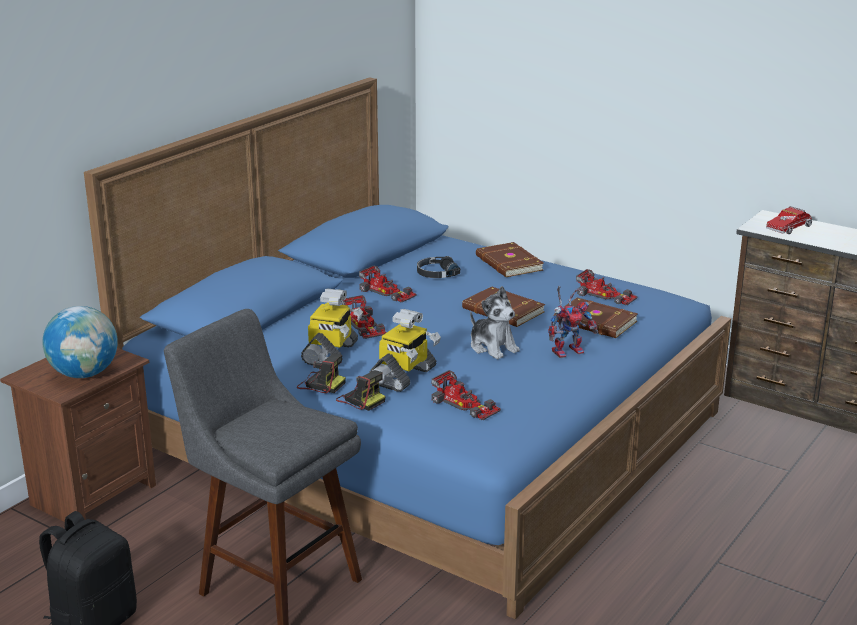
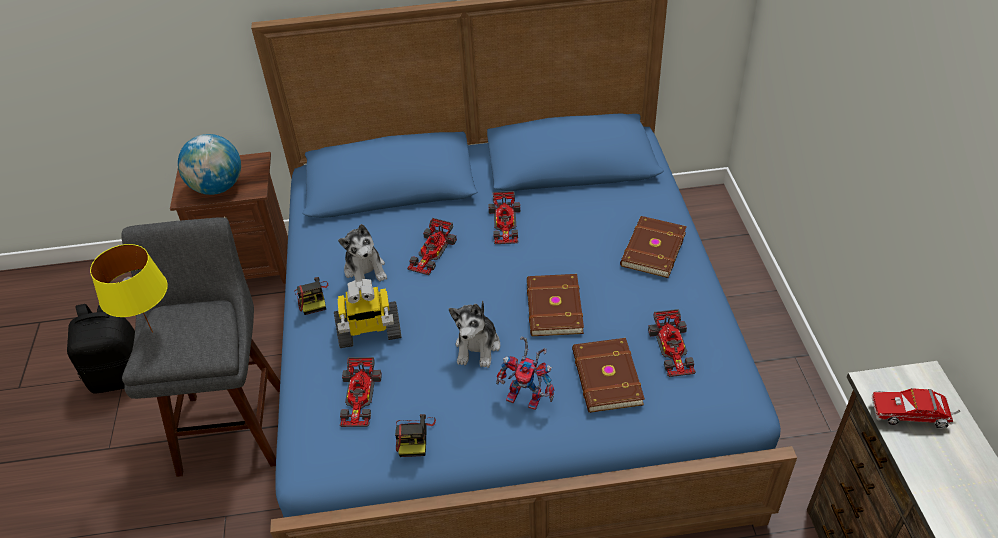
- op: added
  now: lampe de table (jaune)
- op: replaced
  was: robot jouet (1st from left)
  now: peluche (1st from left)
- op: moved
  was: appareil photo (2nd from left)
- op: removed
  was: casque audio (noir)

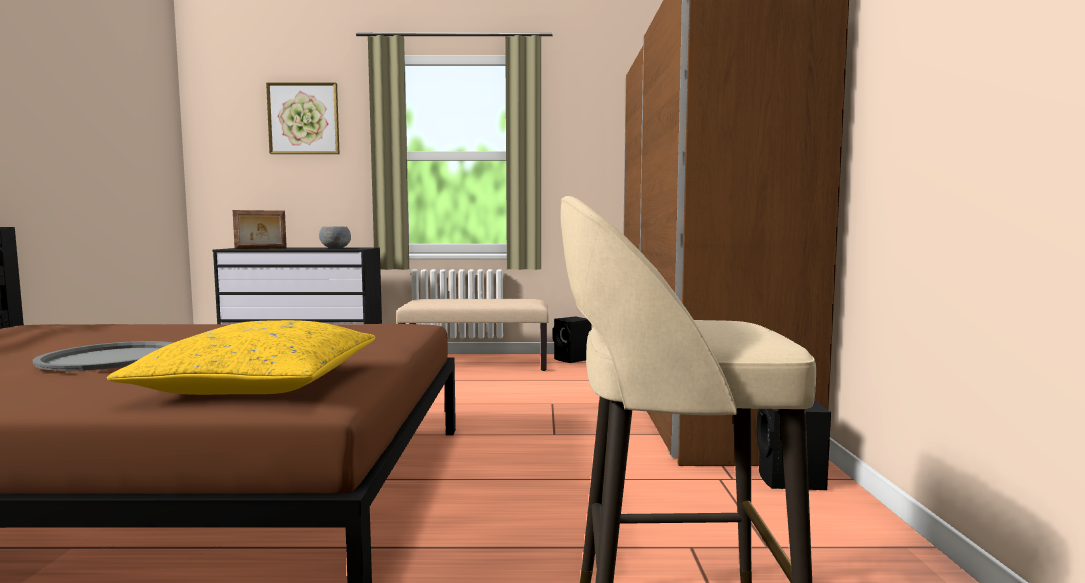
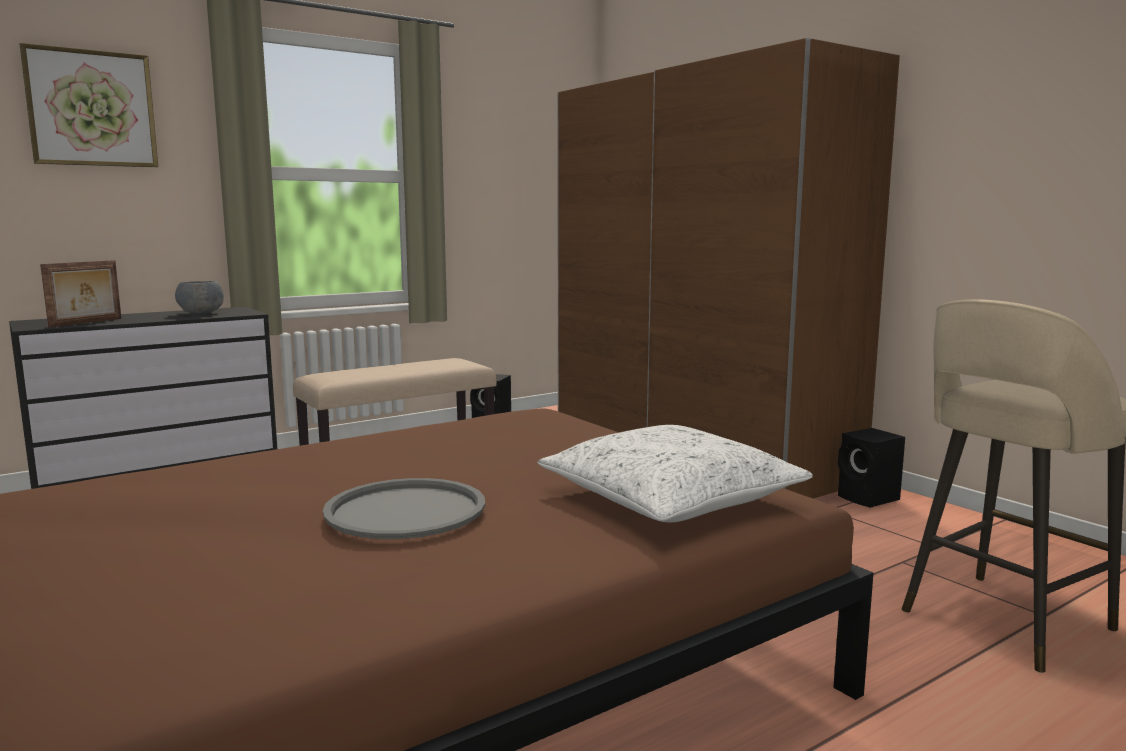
- op: recoloured
  was: coussin (jaune)
  now: coussin (blanc)

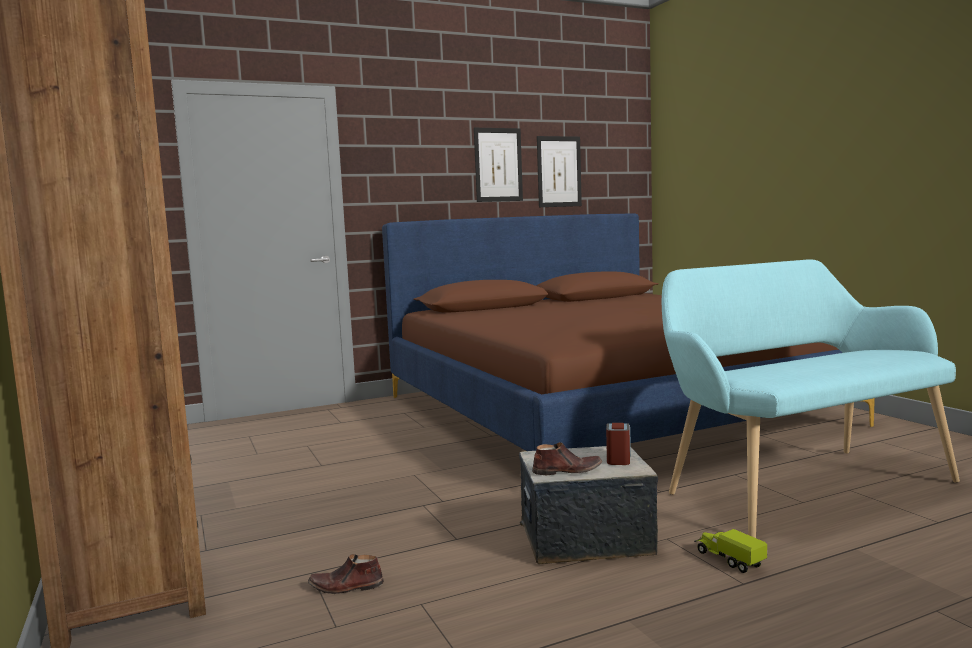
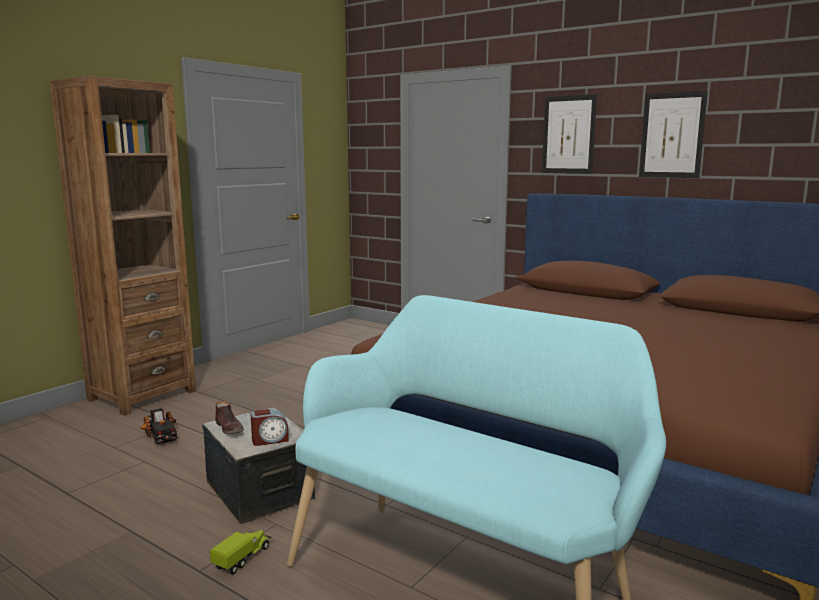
- op: replaced
  was: chaussure (marron) (1st from left)
  now: camion jouet (1st from left)
- op: moved
  was: tableau (2nd from left in the first image)
  now: tableau (1st from left)

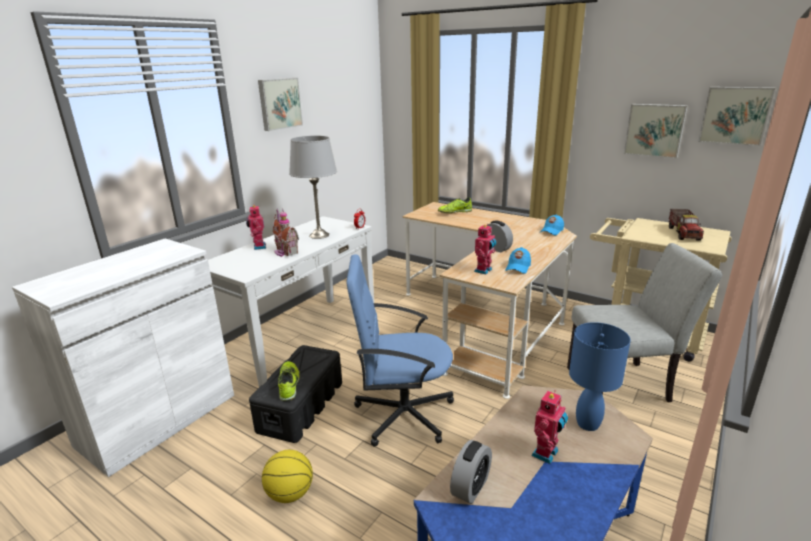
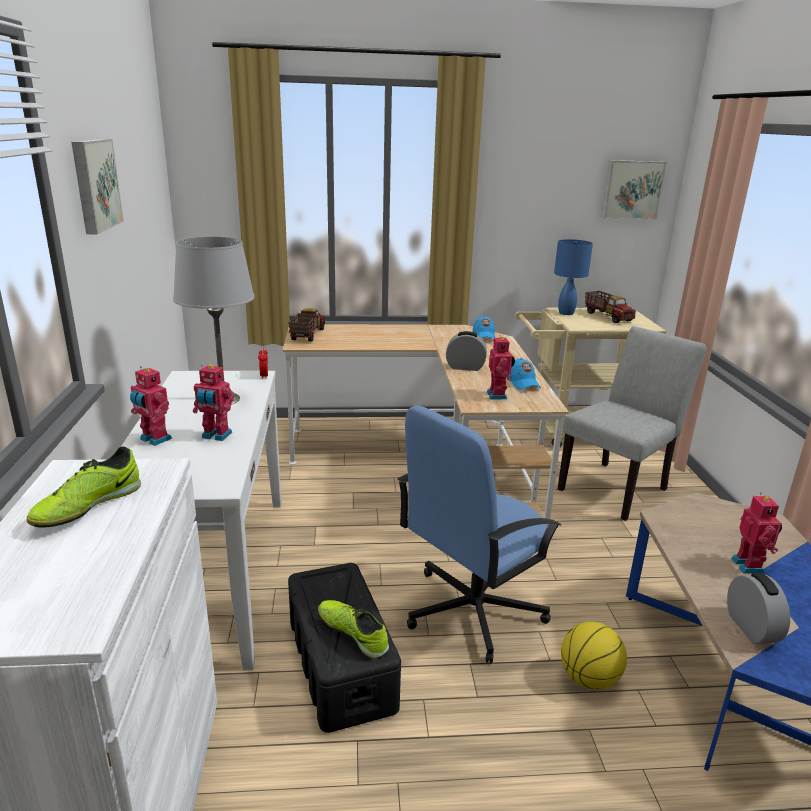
- op: moved
  was: chaussure (2nd from left in the first image)
  now: chaussure (1st from left)
- op: replaced
  was: maison miniature
  now: robot jouet (2nd from left)
- op: added
  now: camion jouet (1st from left)
- op: moved
  was: lampe de table (bleu)
- op: moved
  was: ballon de basket
- op: removed
  was: tableau (2nd from left)

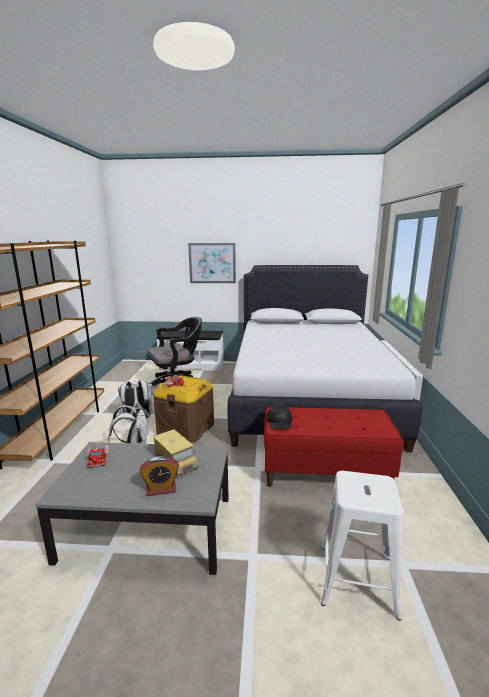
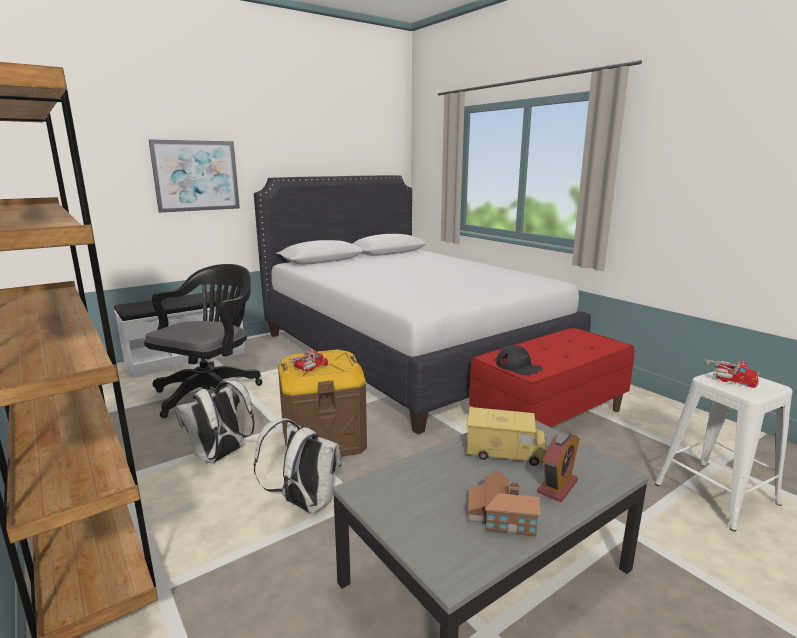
- op: added
  now: maison miniature
- op: moved
  was: camion jouet (1st from left in the first image)
  now: camion jouet (3rd from left)

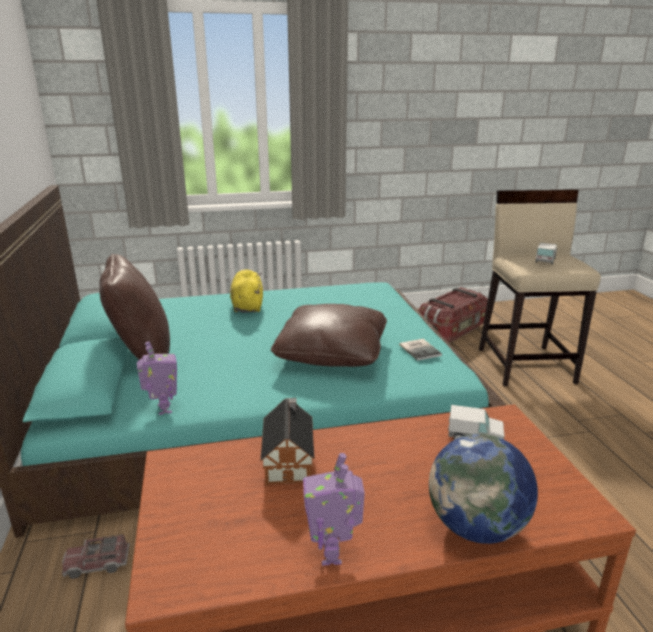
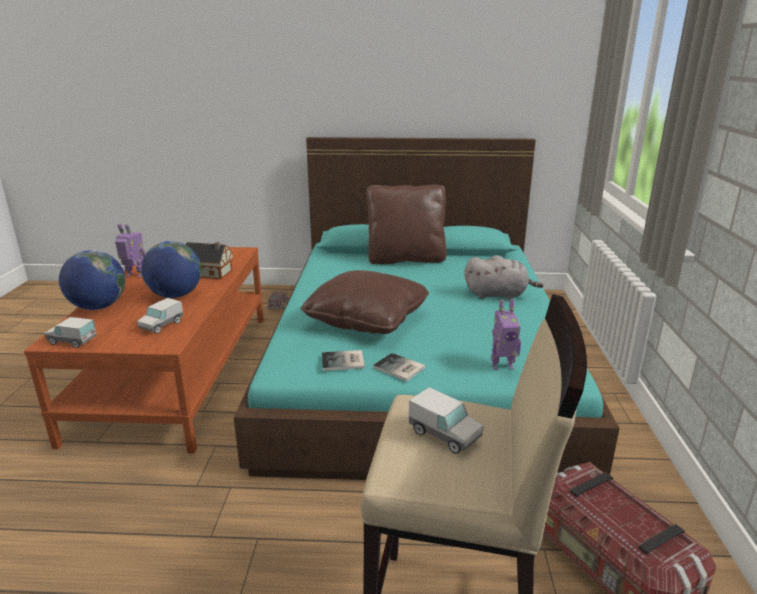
- op: added
  now: camion jouet (1st from left)
- op: added
  now: globe (2nd from left)
- op: added
  now: livre (2nd from left)
- op: recoloured
  was: peluche (jaune)
  now: peluche (gris)
- op: moved
  was: robot jouet (1st from left in the first image)
  now: robot jouet (2nd from left)

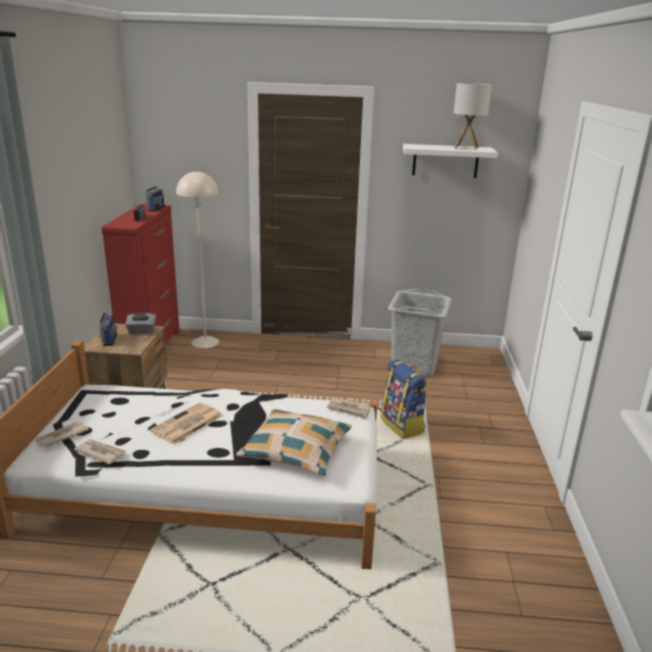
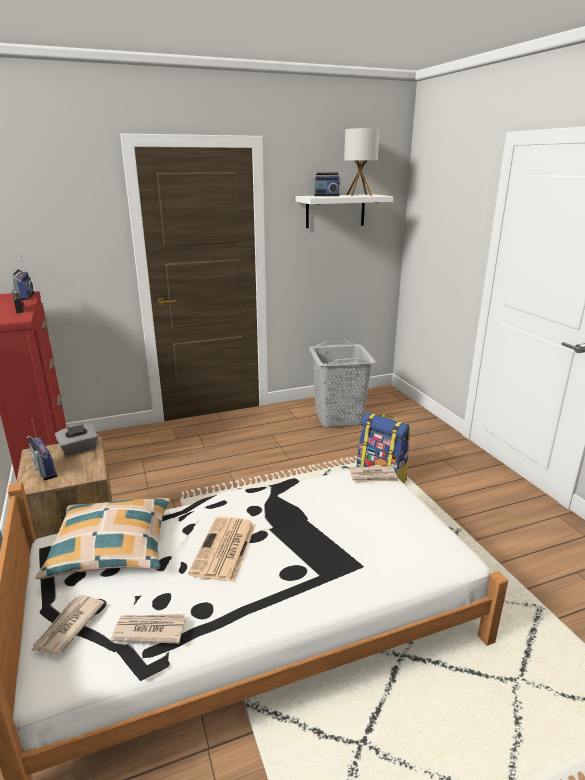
- op: moved
  was: coussin
- op: added
  now: radio (4th from left)
- op: removed
  was: lampadaire (beige)

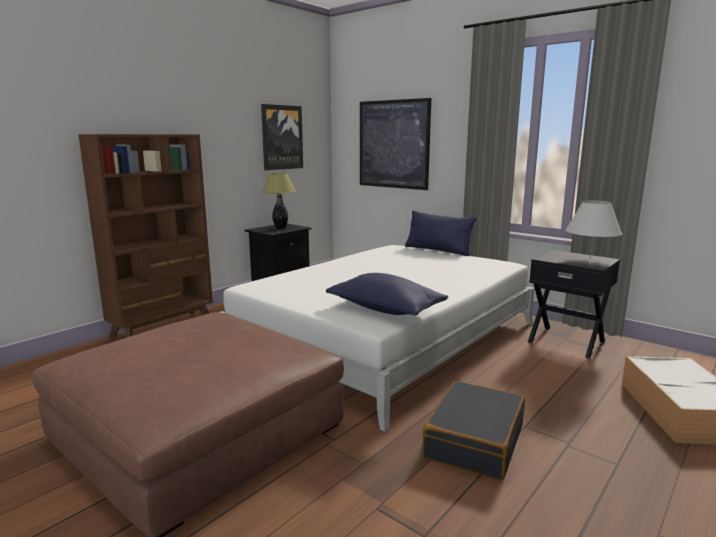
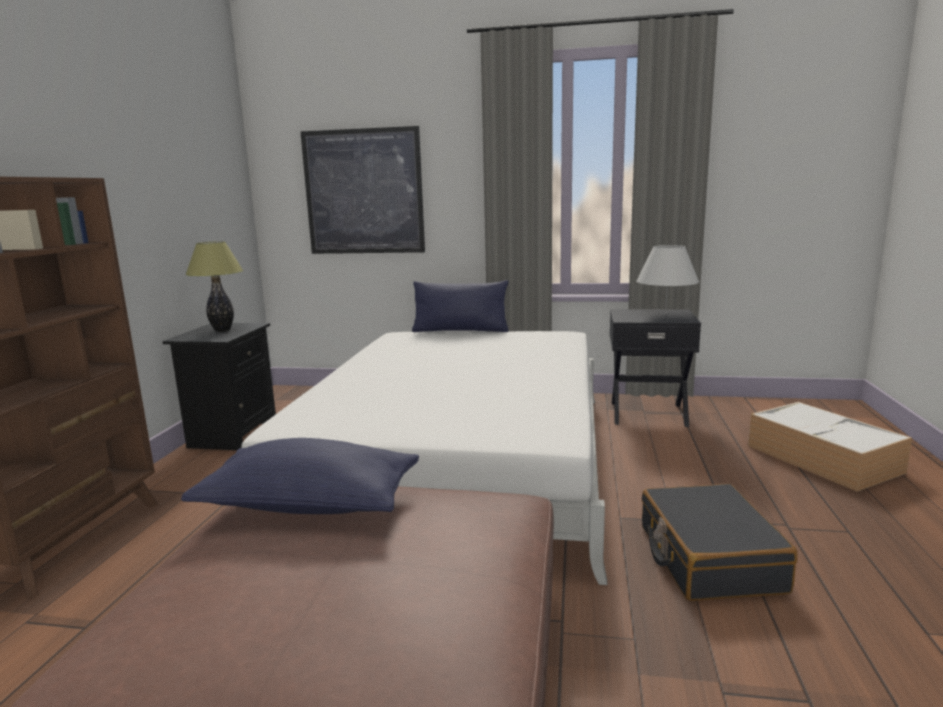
- op: moved
  was: coussin (bleu) (1st from left)
- op: removed
  was: tableau (1st from left)

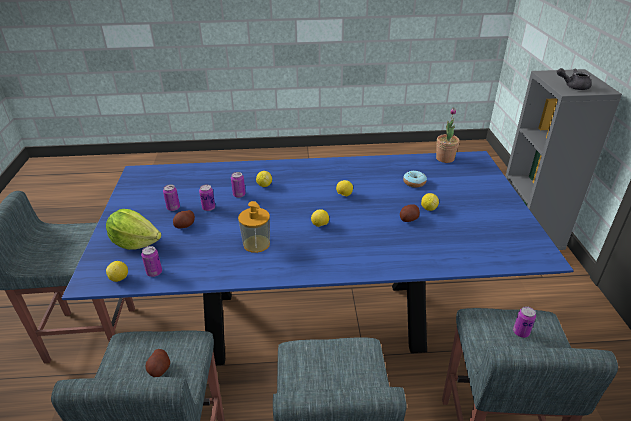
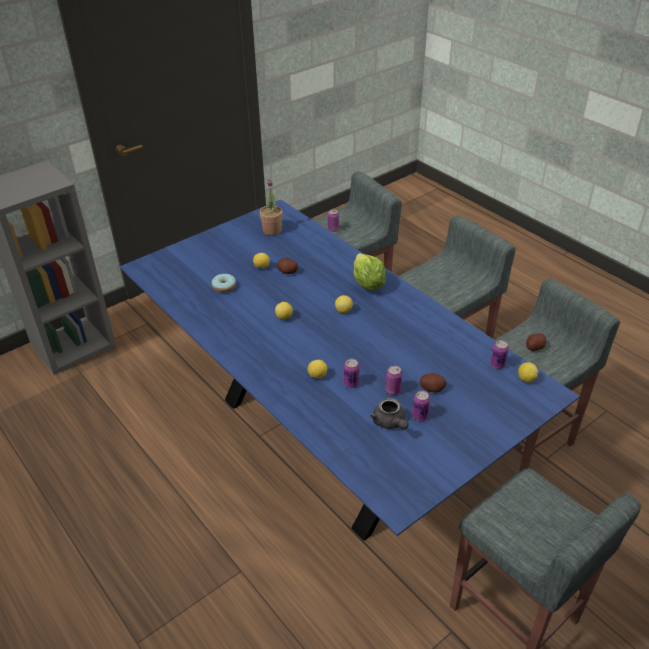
- op: moved
  was: plante en pot
- op: moved
  was: laitue
- op: moved
  was: théière (gris)
- op: removed
  was: distributeur de savon

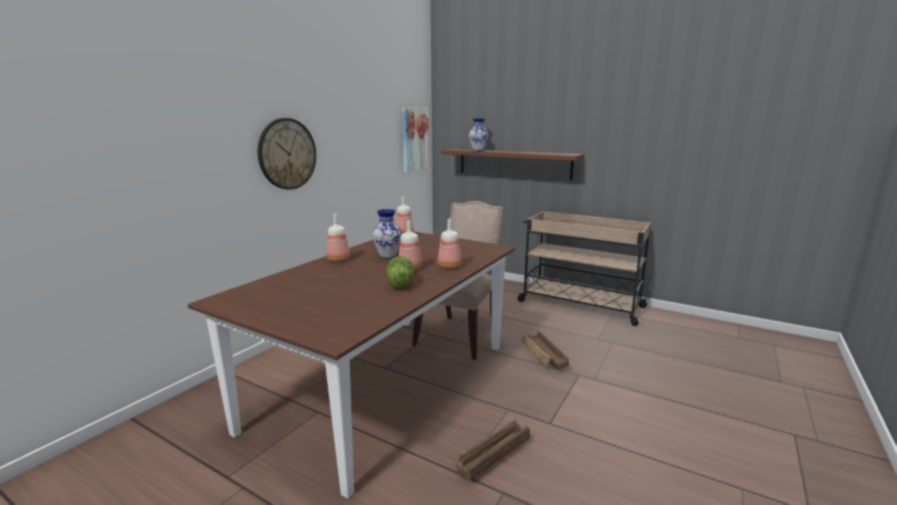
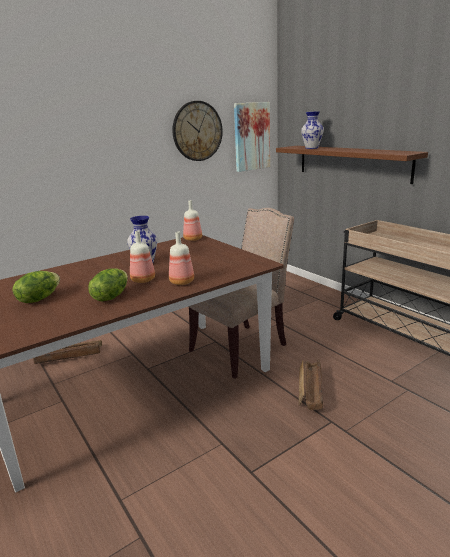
- op: added
  now: laitue (1st from left)
- op: moved
  was: caisse (1st from left)
- op: moved
  was: horloge murale
- op: removed
  was: bouteille (1st from left)

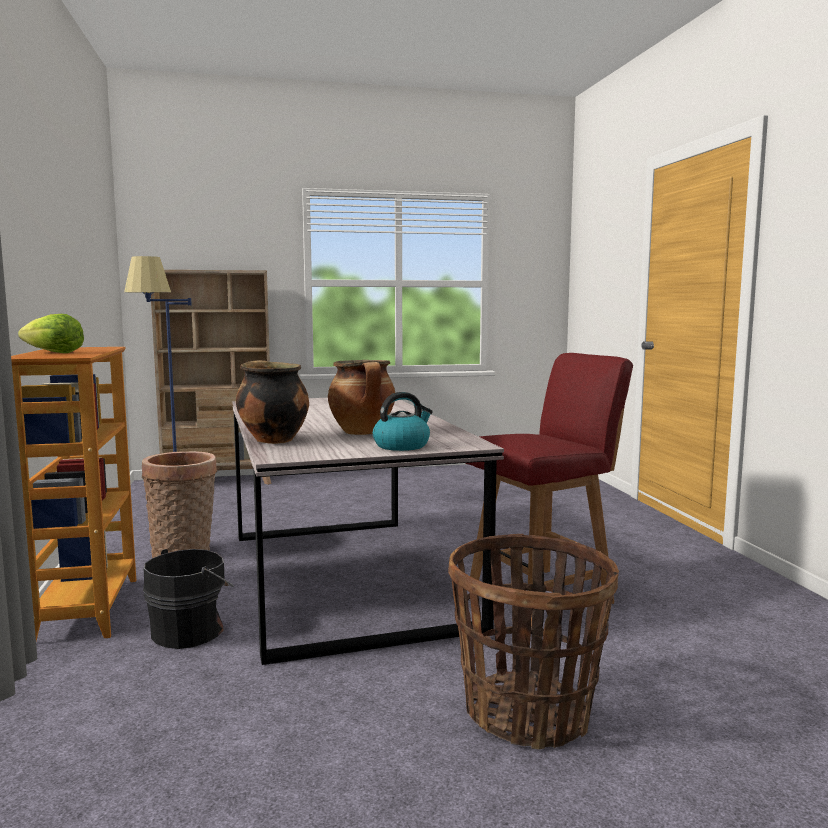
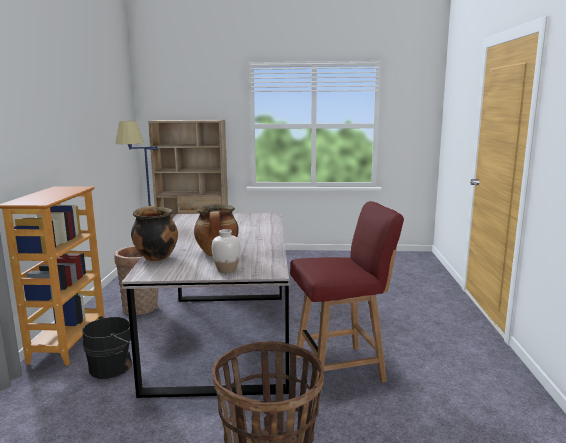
- op: replaced
  was: bouilloire
  now: vase (blanc)
- op: removed
  was: laitue

